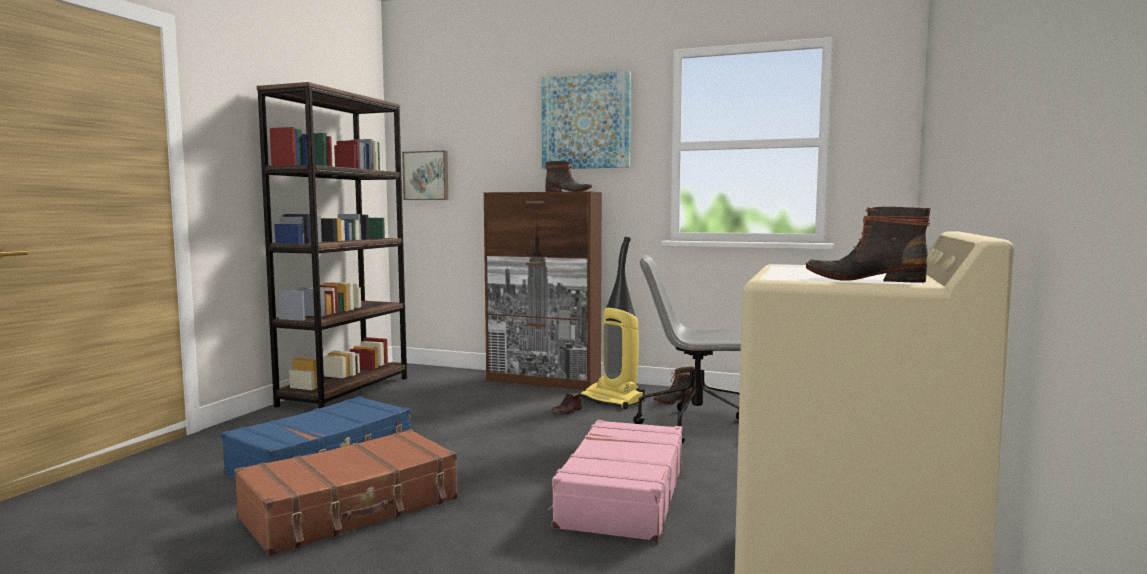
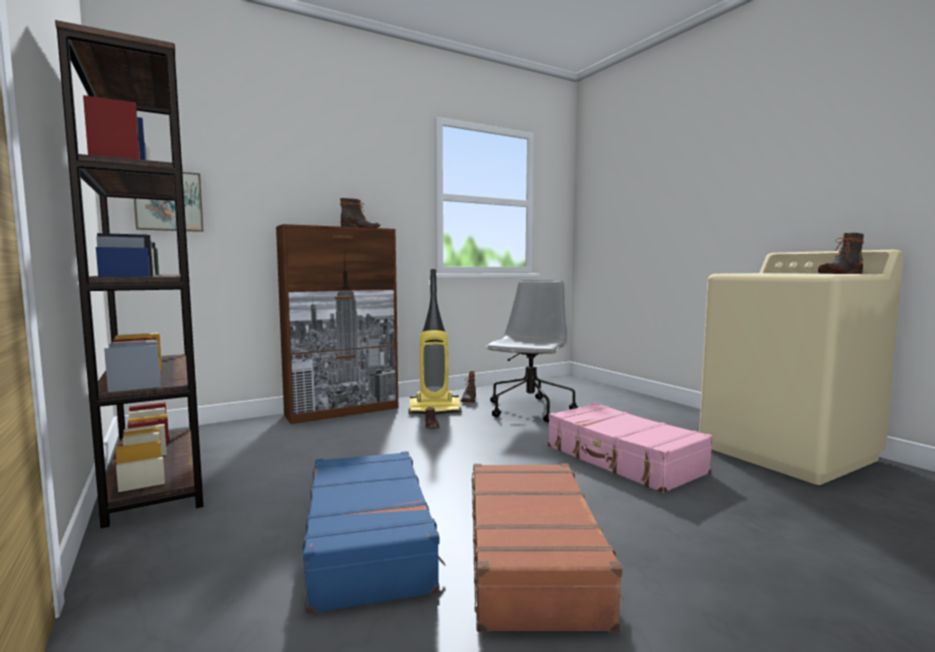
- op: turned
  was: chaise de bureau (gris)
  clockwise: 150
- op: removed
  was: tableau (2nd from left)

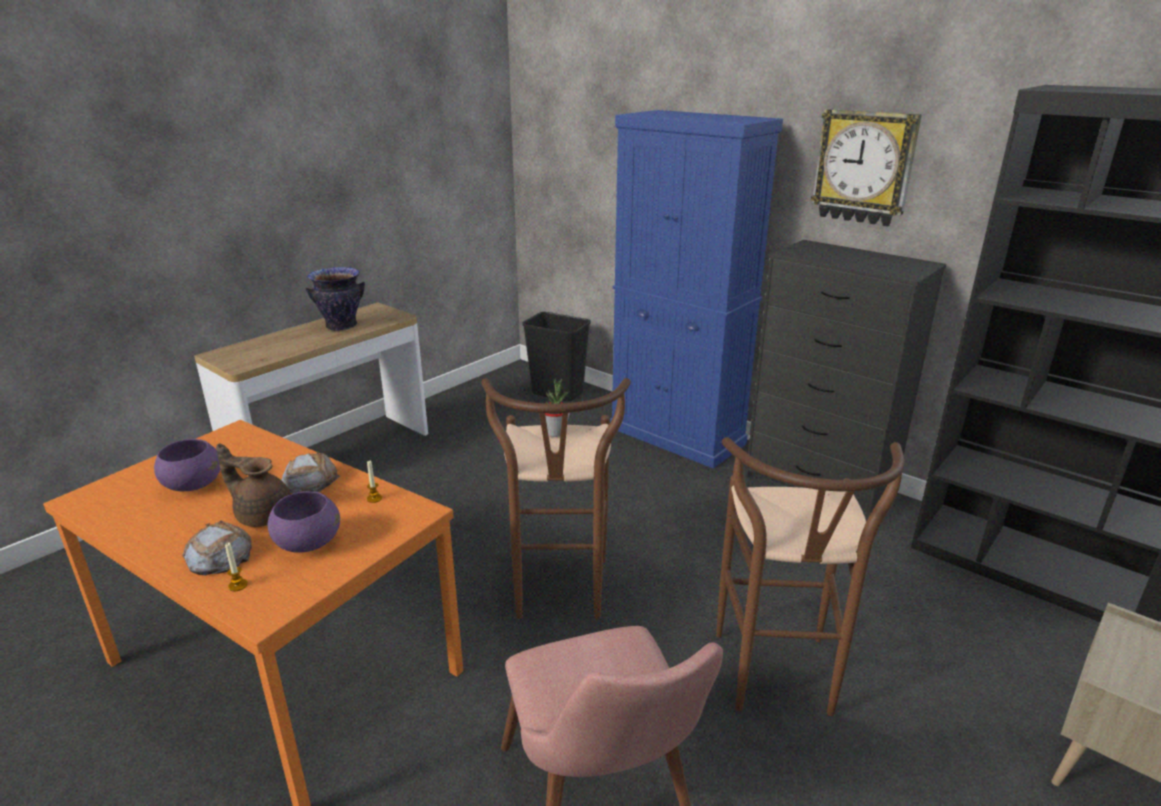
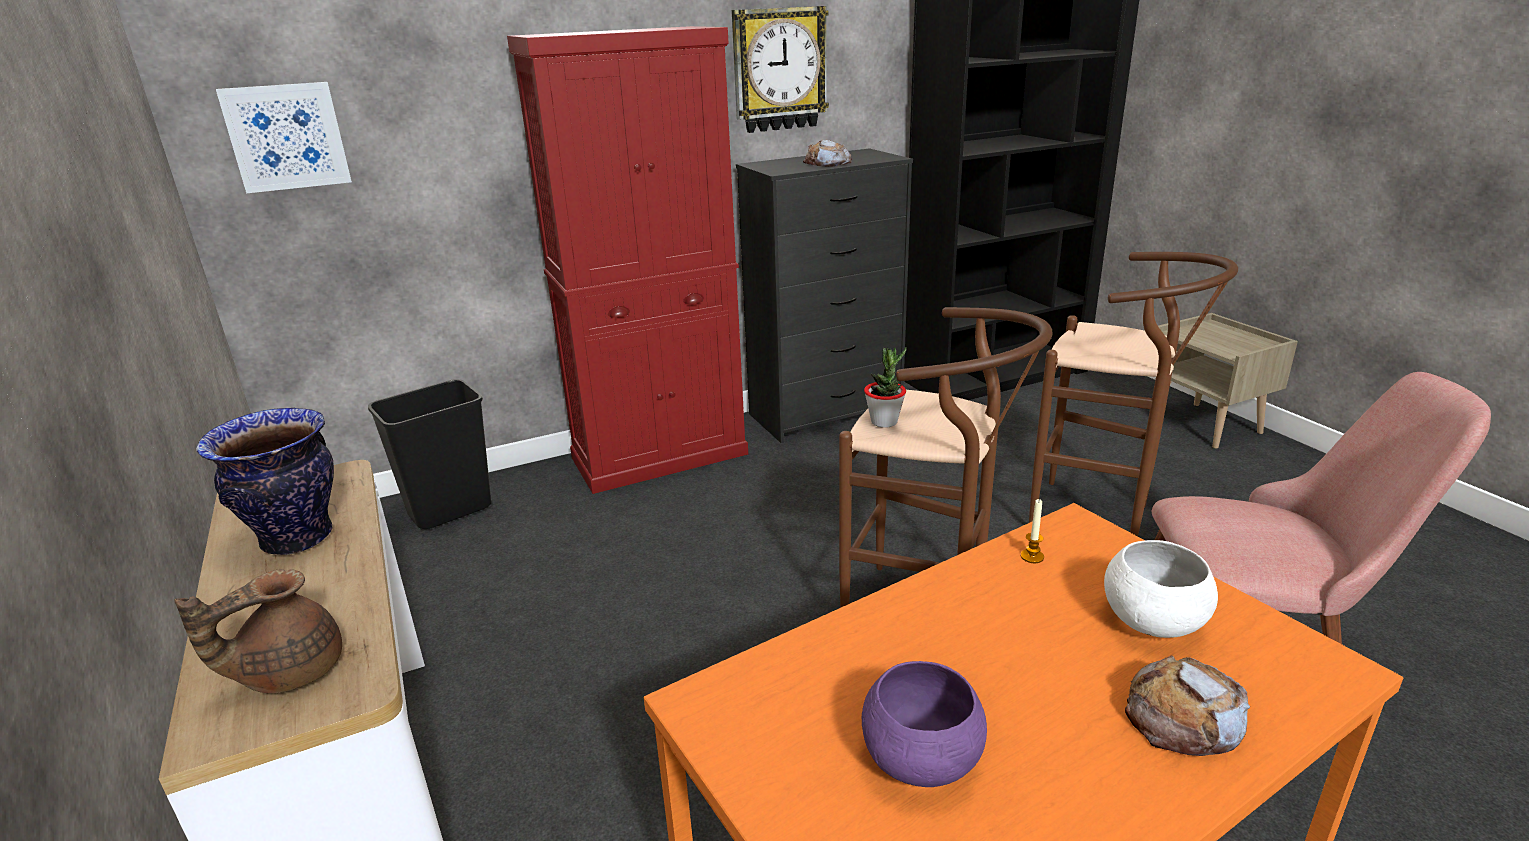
- op: moved
  was: théière (marron)
- op: added
  now: tableau
- op: recoloured
  was: meuble de rangement (bleu)
  now: meuble de rangement (rouge)
- op: moved
  was: pain (2nd from left in the first image)
  now: pain (1st from left)
- op: recoloured
  was: bol (violet) (2nd from left)
  now: bol (blanc)
- op: removed
  was: bougie (1st from left)

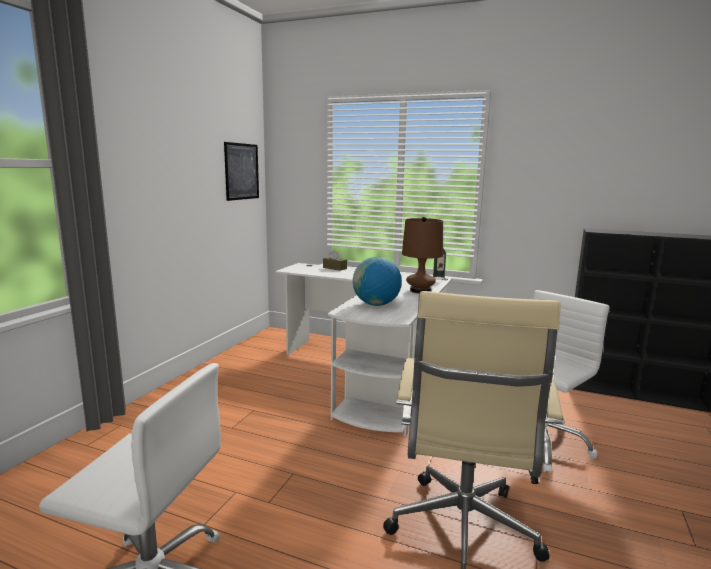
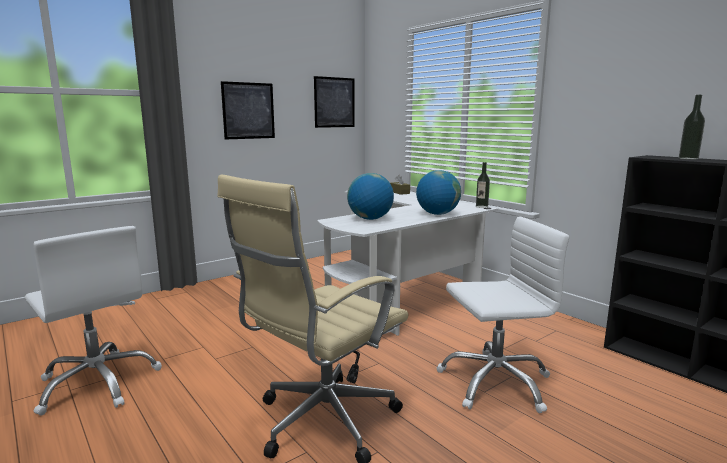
- op: added
  now: tableau (1st from left)
- op: replaced
  was: lampe de table (marron)
  now: globe (2nd from left)
- op: added
  now: bouteille (2nd from left)

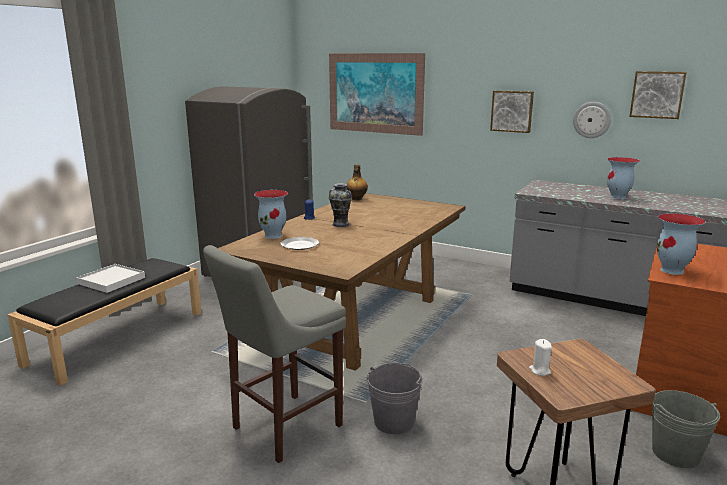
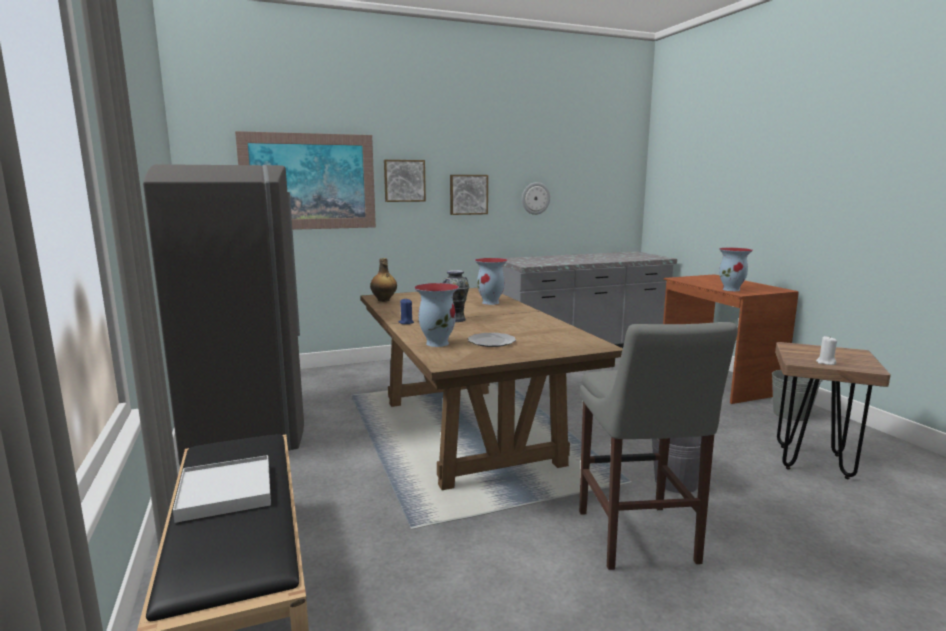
- op: moved
  was: tableau (3rd from left in the first image)
  now: tableau (2nd from left)
- op: moved
  was: vase (3rd from left)

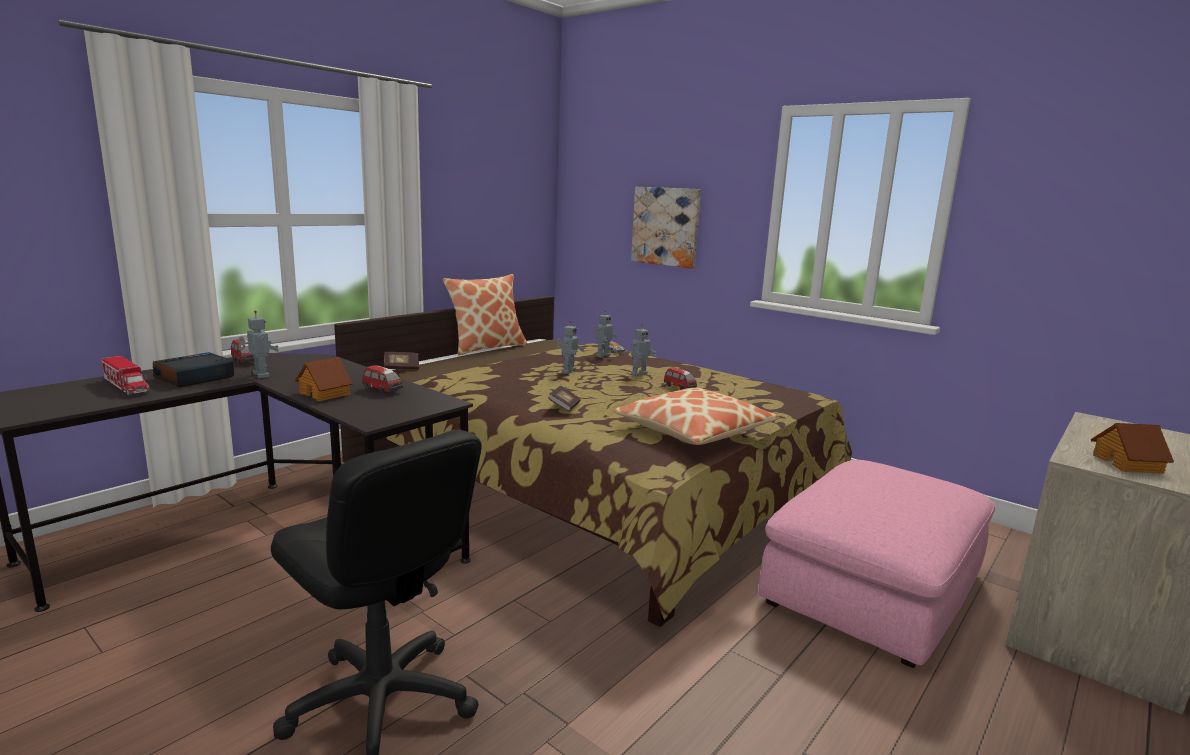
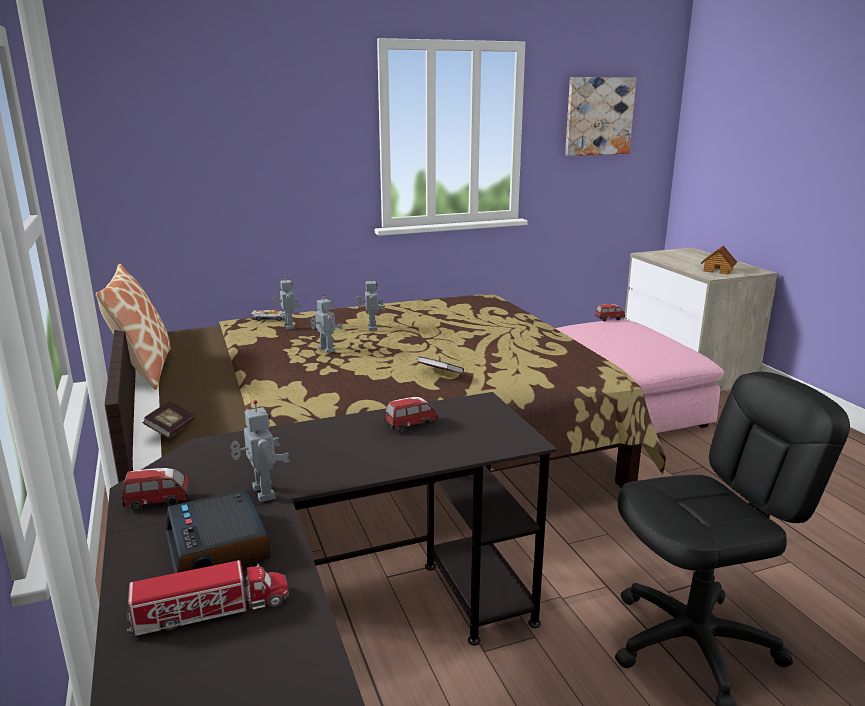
- op: turned
  was: robot jouet (1st from left)
  clockwise: 75
- op: moved
  was: tableau
- op: moved
  was: petite voiture (4th from left)
- op: removed
  was: maison miniature (1st from left)
- op: removed
  was: coussin (2nd from left)

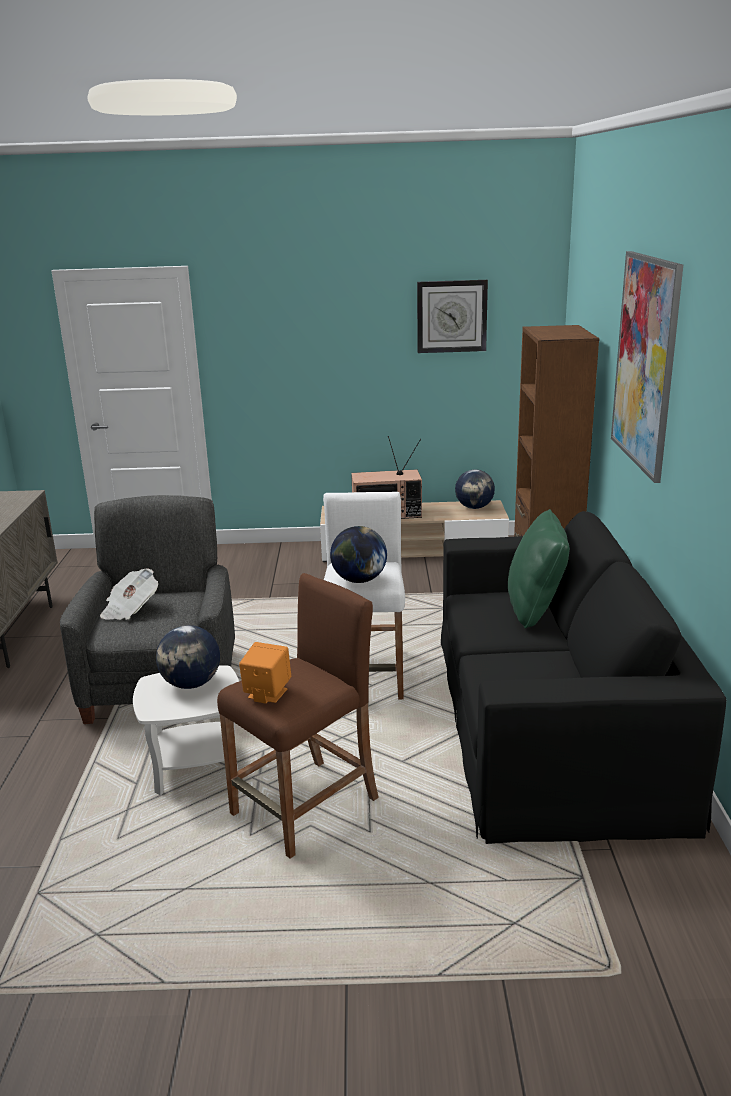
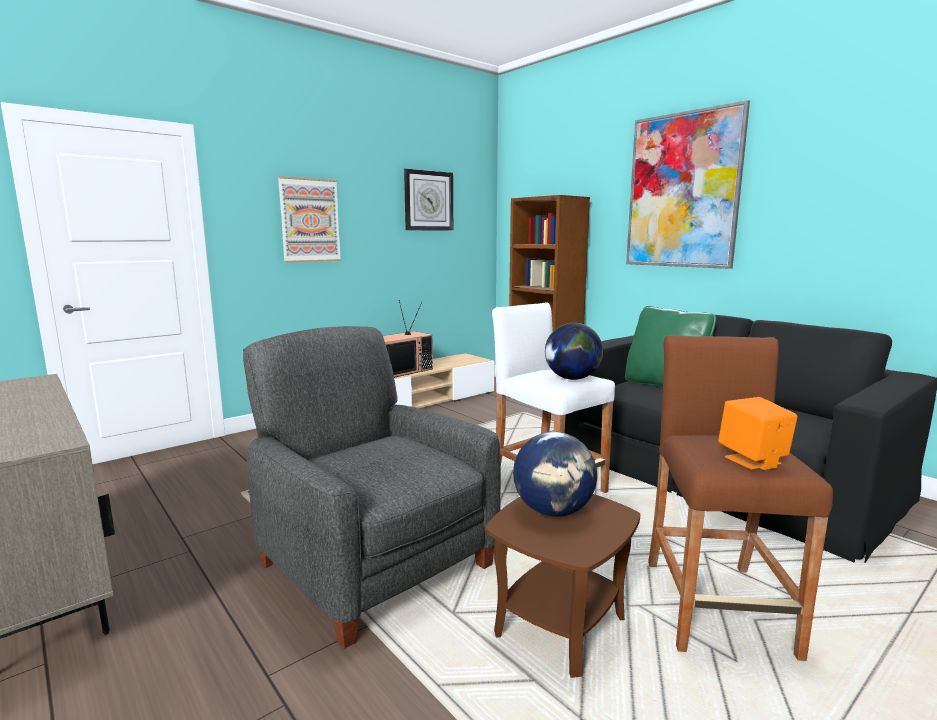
- op: added
  now: tableau (1st from left)
- op: recoloured
  was: table d'appoint (blanc)
  now: table d'appoint (marron)
- op: removed
  was: journal
- op: removed
  was: globe (3rd from left)

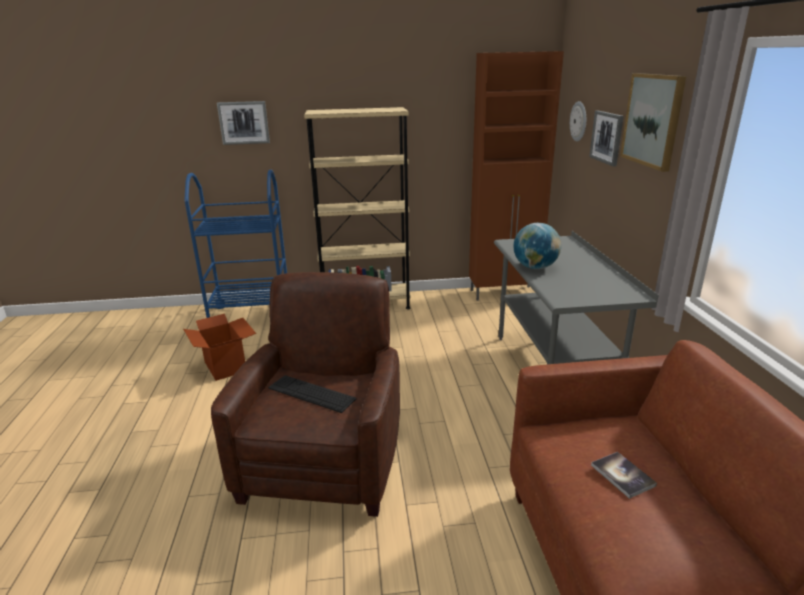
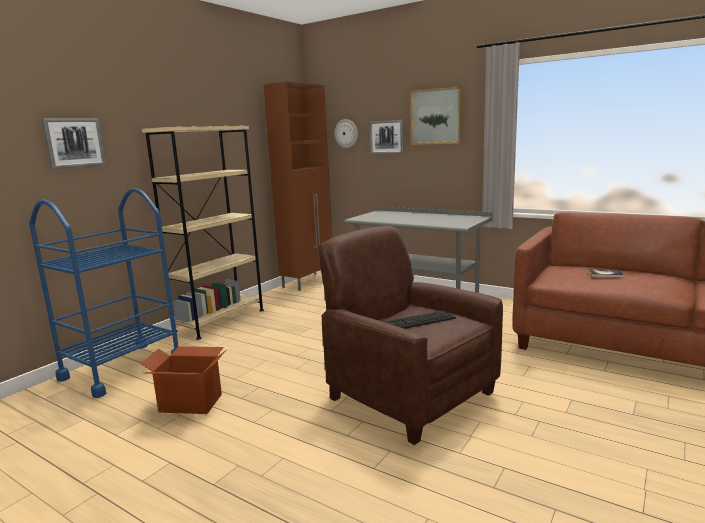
- op: removed
  was: globe

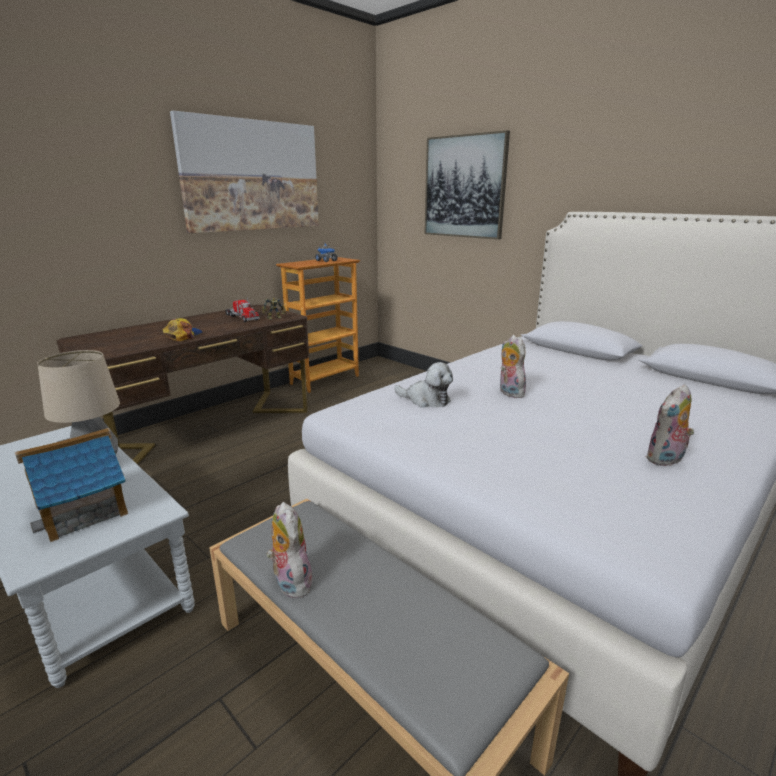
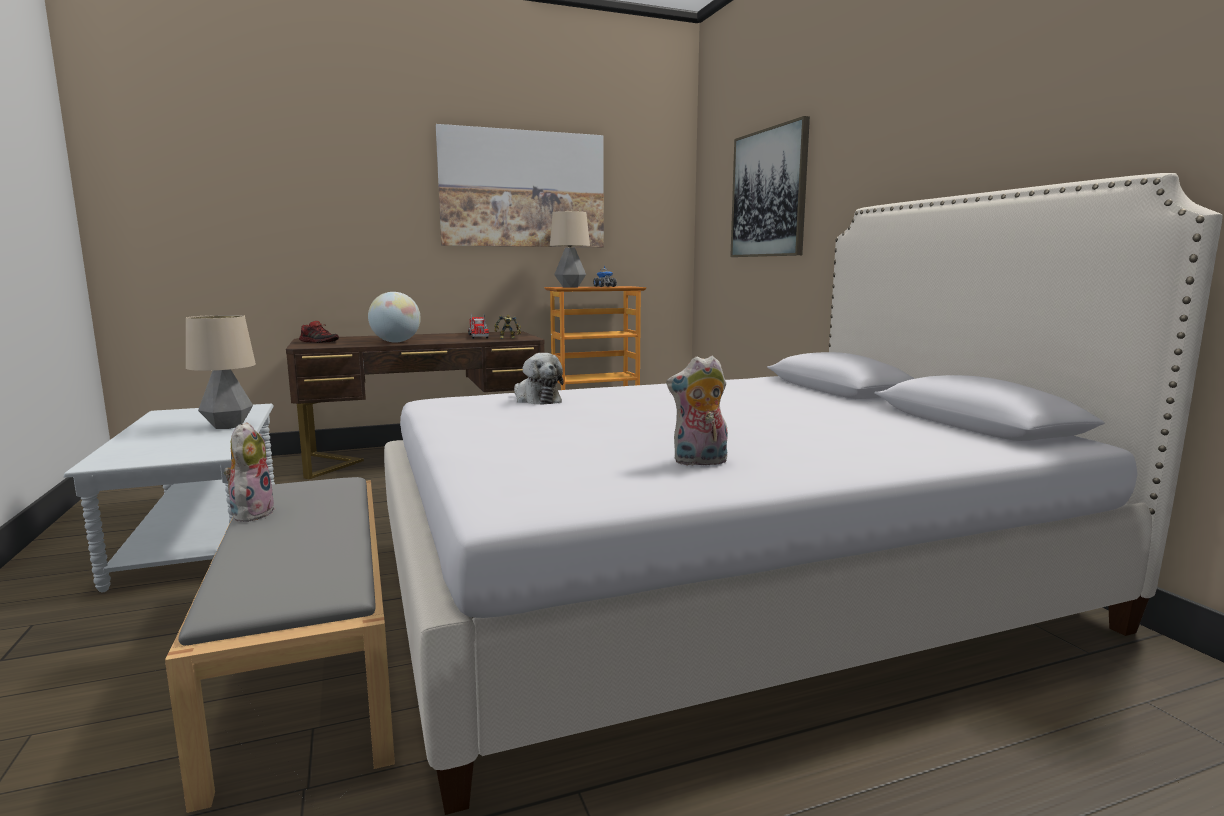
- op: added
  now: chaussure
- op: replaced
  was: casquette
  now: globe
- op: added
  now: lampe de table (2nd from left)
- op: removed
  was: maison miniature
- op: removed
  was: peluche (3rd from left)

